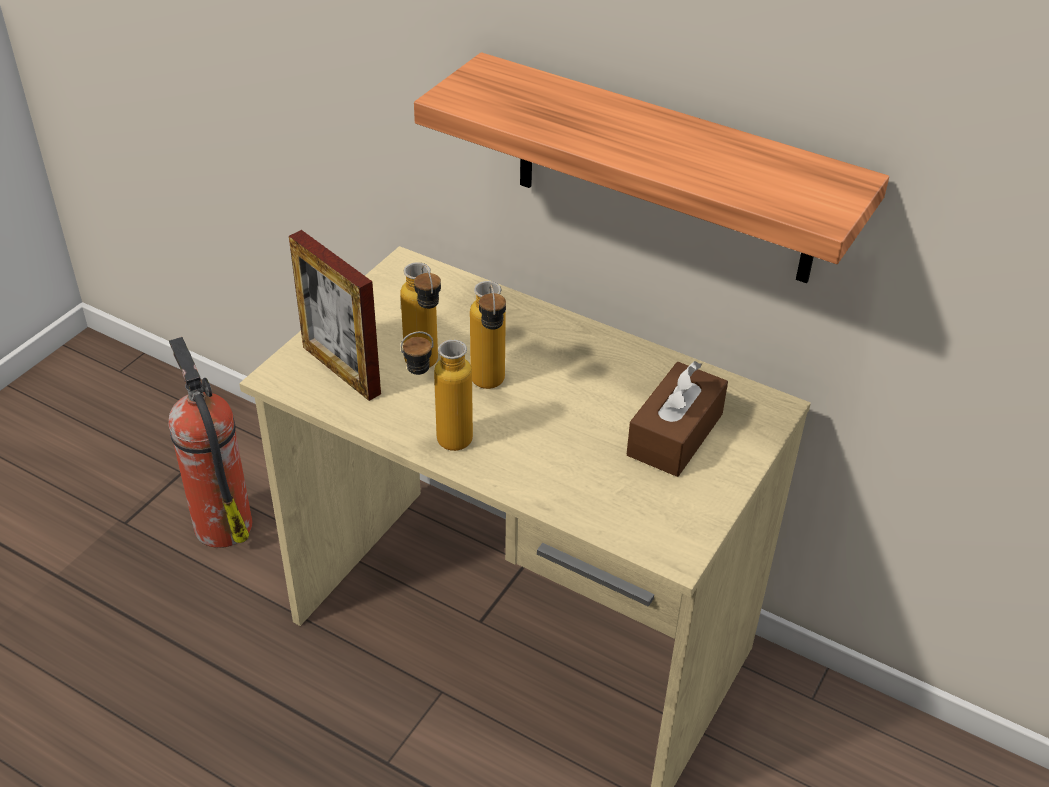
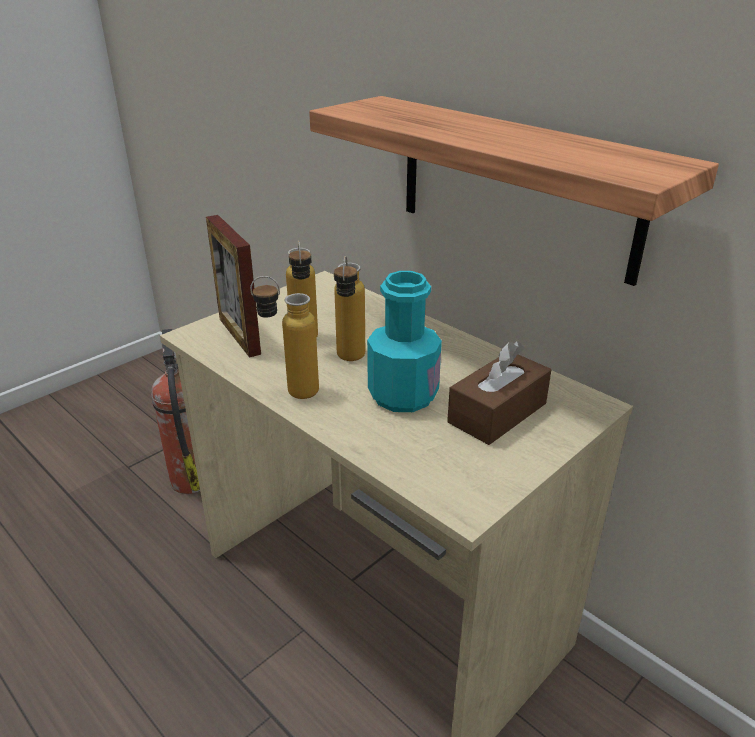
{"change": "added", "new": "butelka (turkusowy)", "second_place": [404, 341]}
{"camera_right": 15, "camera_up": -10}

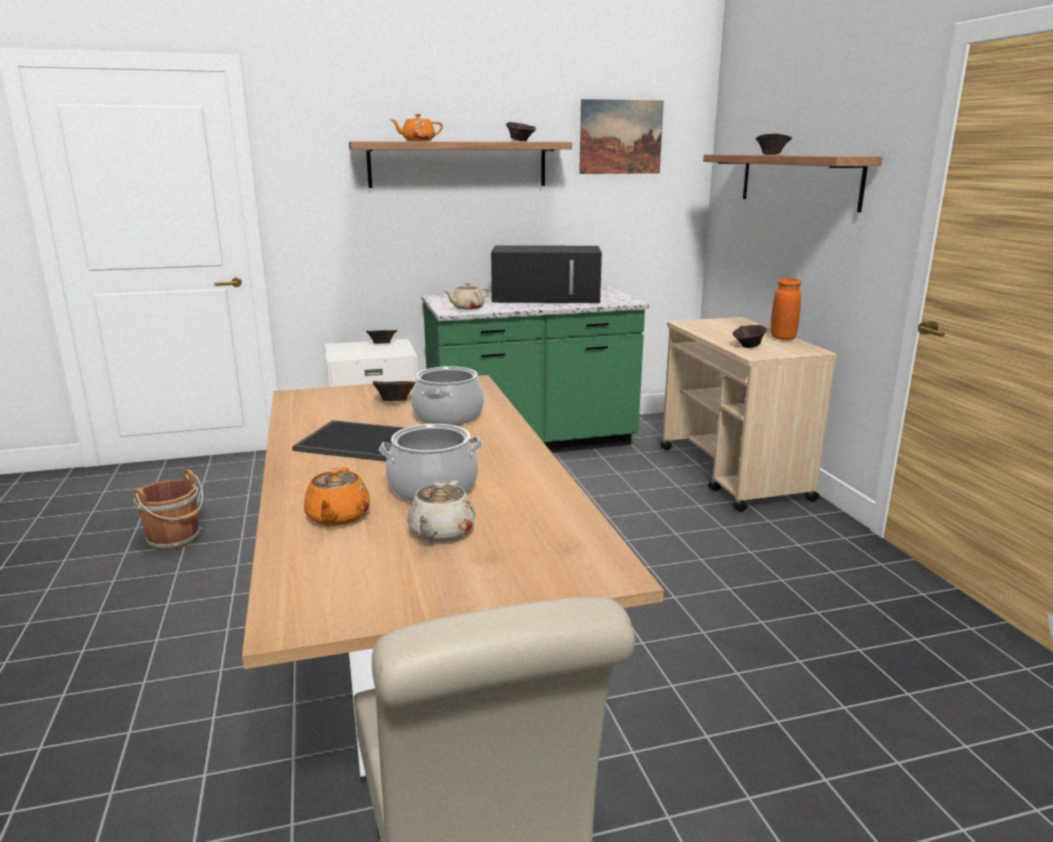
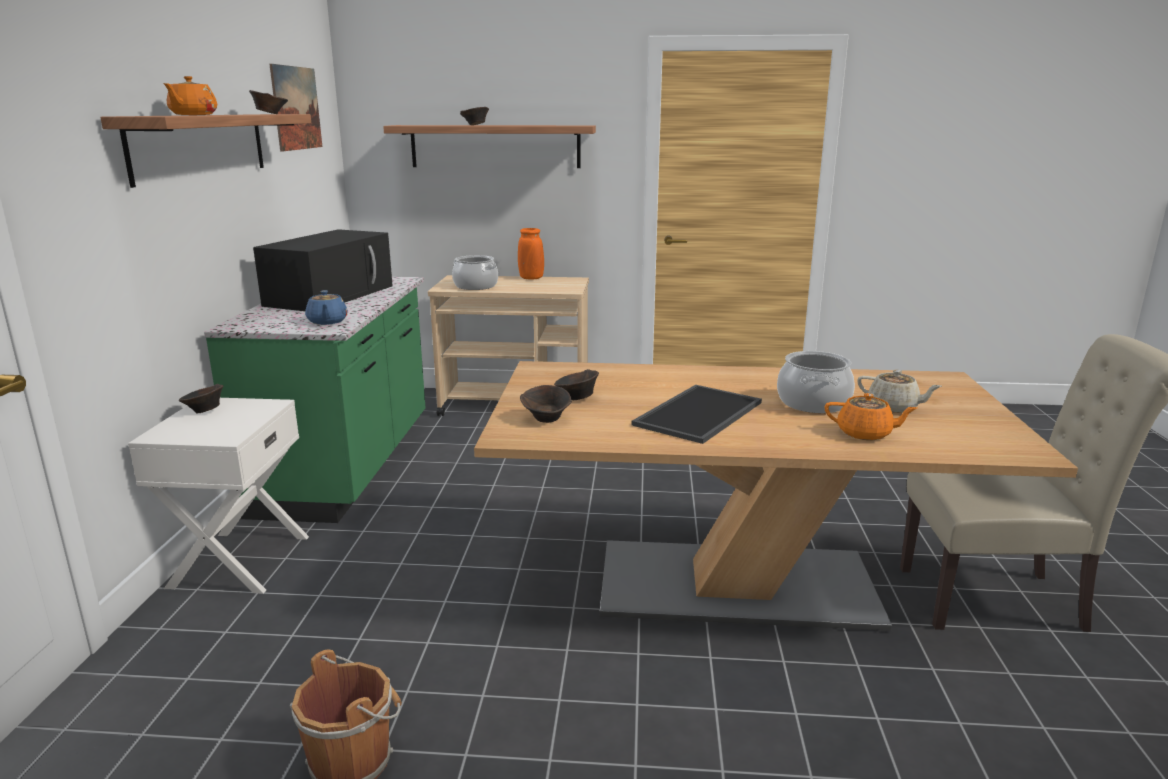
{"change": "moved", "old": "garnek", "first_place": [447, 395], "second_place": [475, 272]}
{"change": "moved", "old": "miska (brązowy)", "first_place": [750, 336], "second_place": [546, 404]}
{"change": "recoloured", "old": "imbryk (beżowy)", "new": "imbryk (niebieski)", "first_place": [467, 296], "second_place": [326, 307]}
{"camera_right": -70, "camera_up": 0}

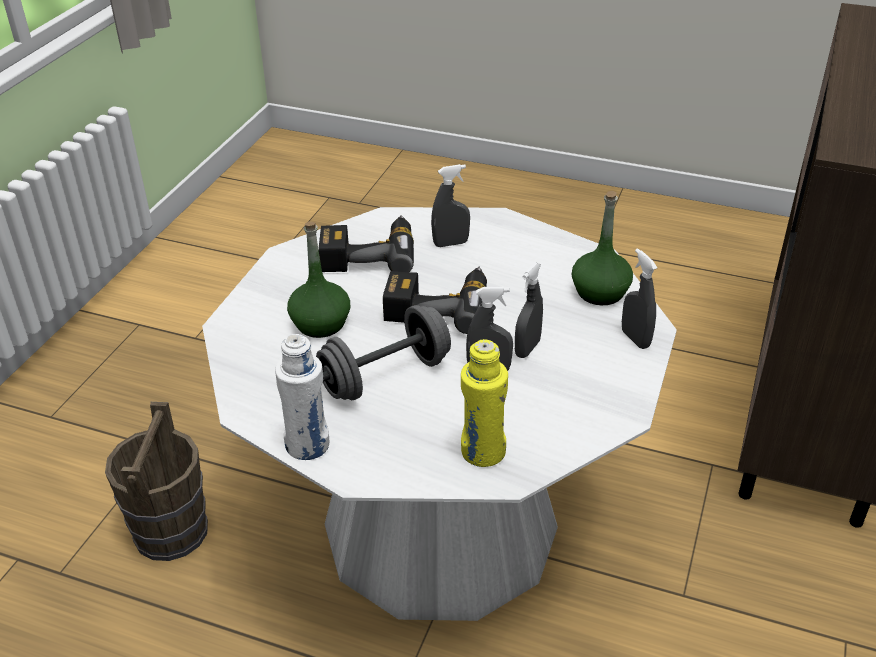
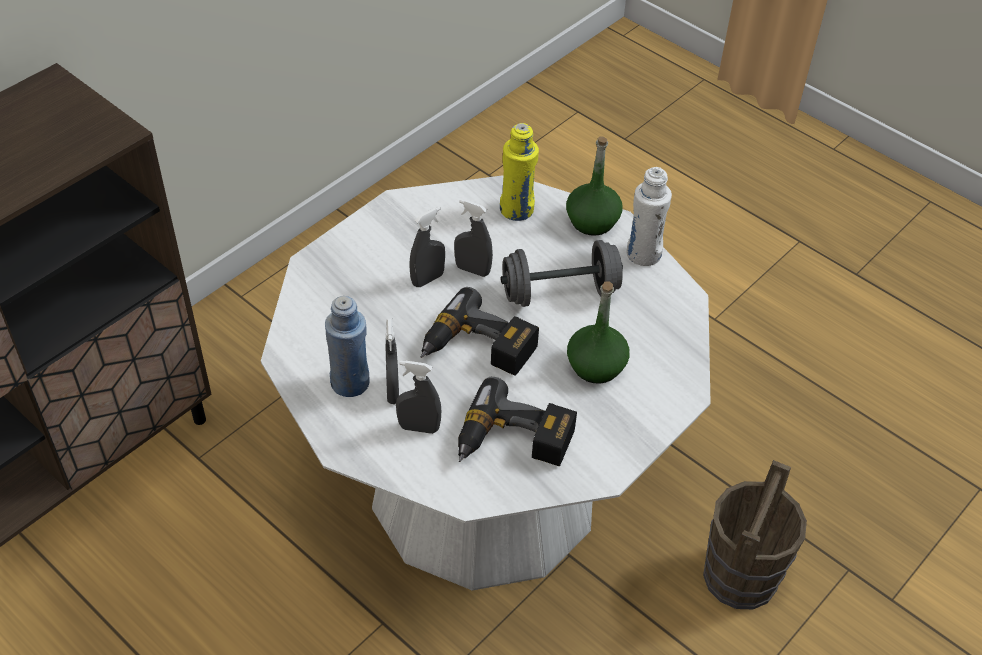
{"change": "added", "new": "butelka (niebieski)", "second_place": [347, 346]}
{"change": "moved", "old": "butelka (zielony)", "first_place": [602, 248], "second_place": [594, 186]}
{"change": "moved", "old": "spryskiwacz (szary)", "first_place": [639, 298], "second_place": [392, 361]}
{"camera_right": -160, "camera_up": 10}

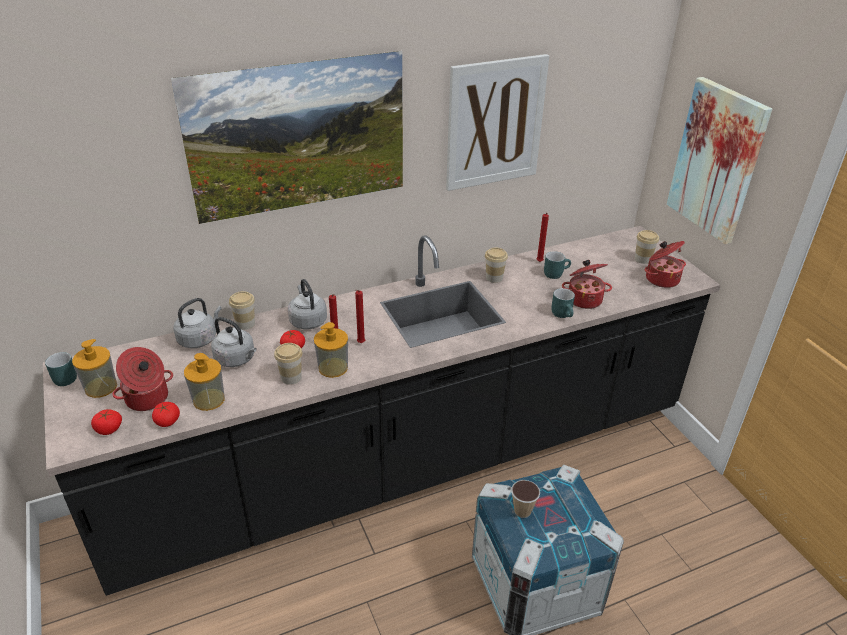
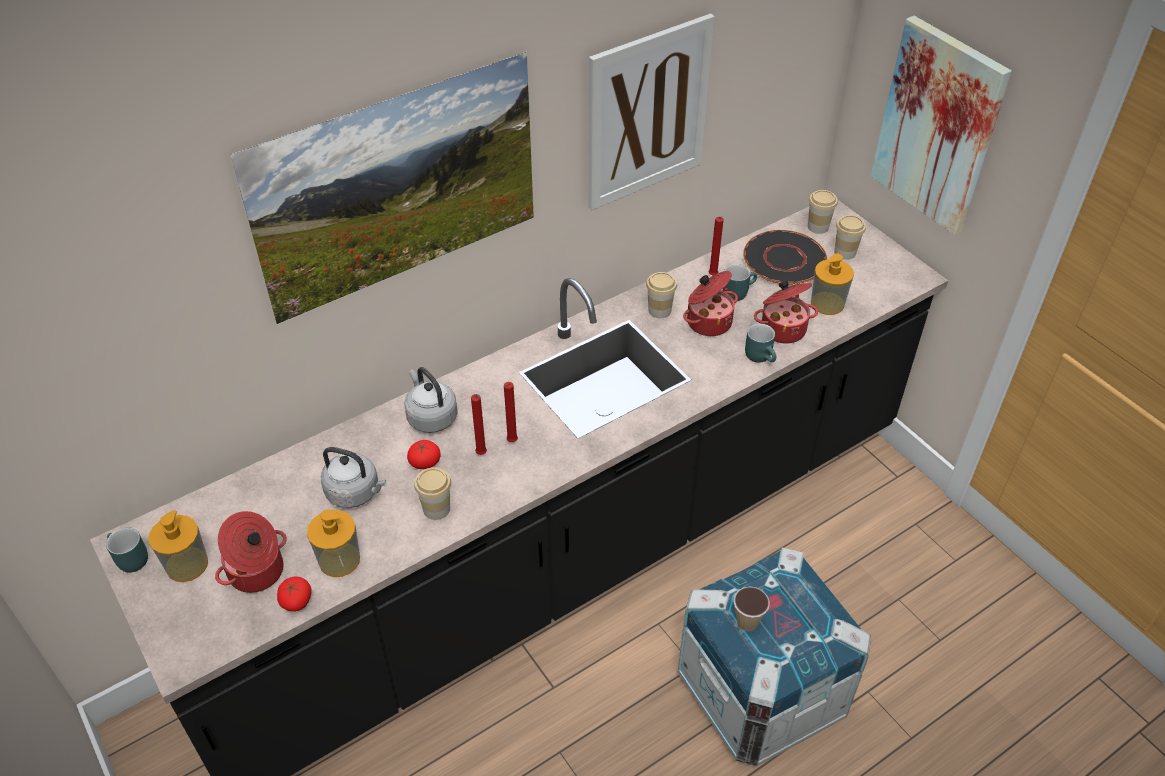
{"change": "removed", "old": "pomidor", "first_place": [106, 422]}
{"change": "removed", "old": "czajnik (szary)", "first_place": [197, 323]}
{"change": "added", "new": "talerz (czarny)", "second_place": [785, 257]}
{"change": "moved", "old": "filiżanka", "first_place": [242, 310], "second_place": [823, 212]}
{"change": "moved", "old": "dozownik mydła", "first_place": [331, 350], "second_place": [832, 284]}
{"change": "moved", "old": "garnek", "first_place": [665, 264], "second_place": [710, 303]}
{"camera_right": -10, "camera_up": 10}

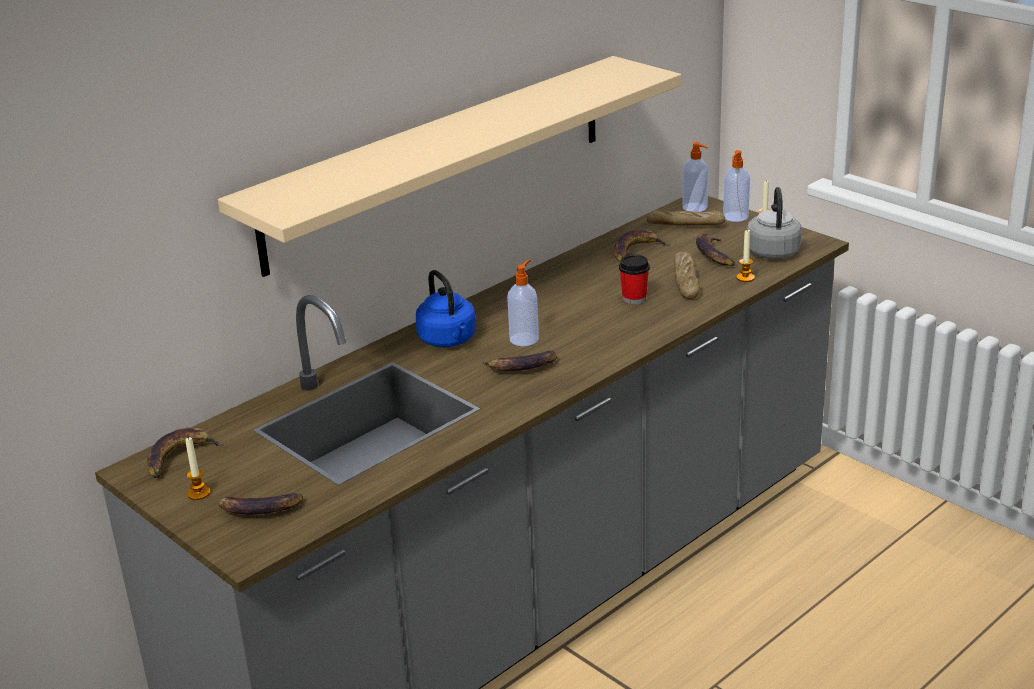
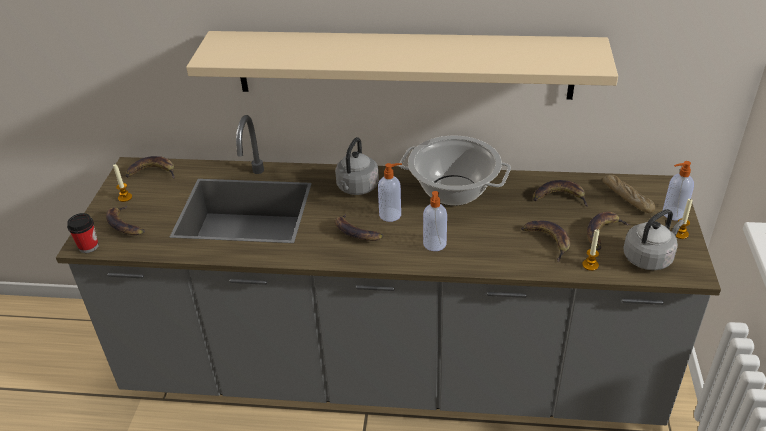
{"change": "added", "new": "garnek", "second_place": [455, 171]}
{"change": "moved", "old": "filiżanka", "first_place": [634, 279], "second_place": [83, 233]}
{"change": "moved", "old": "dozownik mydła", "first_place": [695, 177], "second_place": [435, 221]}
{"change": "replaced", "old": "chleb", "new": "banan", "first_place": [687, 275], "second_place": [546, 241]}
{"change": "recoloured", "old": "czajnik (niebieski)", "new": "czajnik (szary)", "first_place": [446, 308], "second_place": [357, 166]}
{"camera_right": 50, "camera_up": 10}

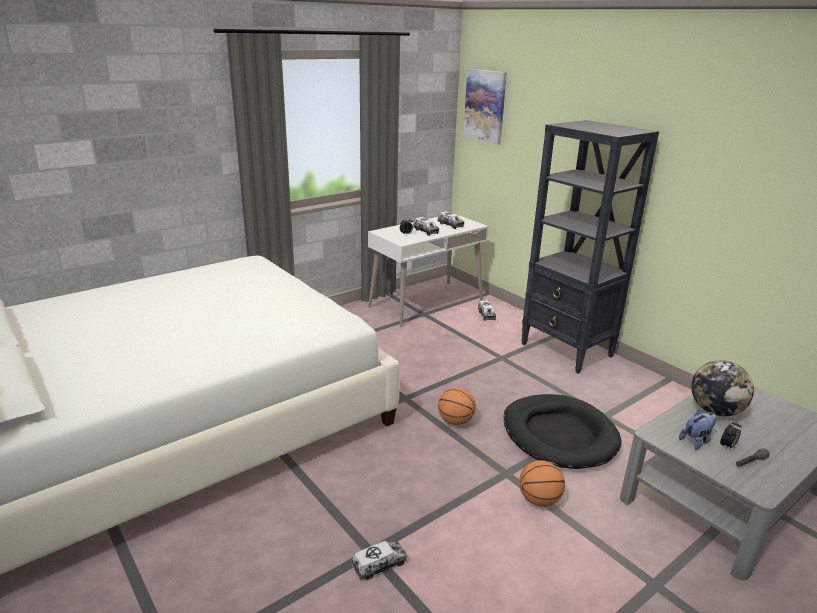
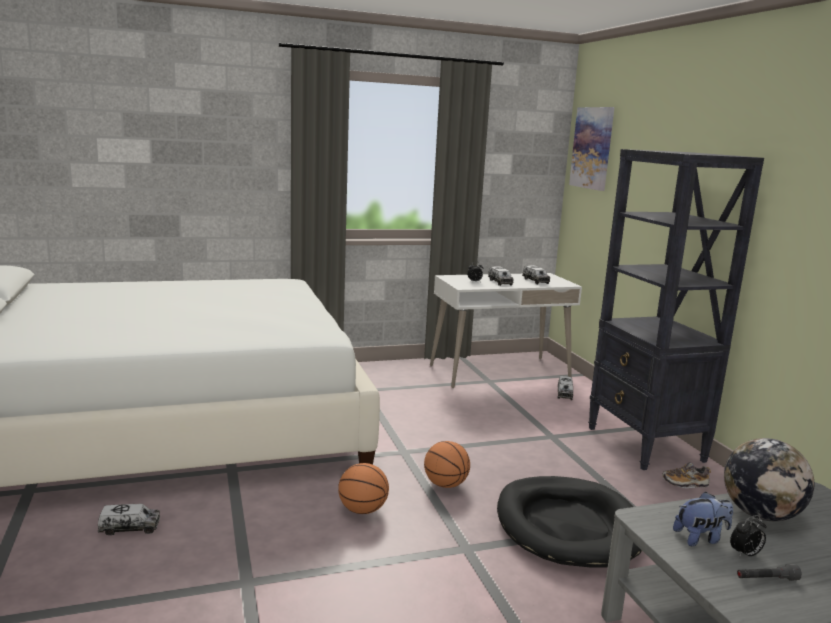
{"change": "added", "new": "but", "second_place": [686, 475]}
{"change": "moved", "old": "ciężarówka zabawkowa", "first_place": [379, 560], "second_place": [129, 519]}
{"change": "moved", "old": "piłka do koszykówki", "first_place": [542, 483], "second_place": [363, 488]}
{"camera_right": 20, "camera_up": -10}

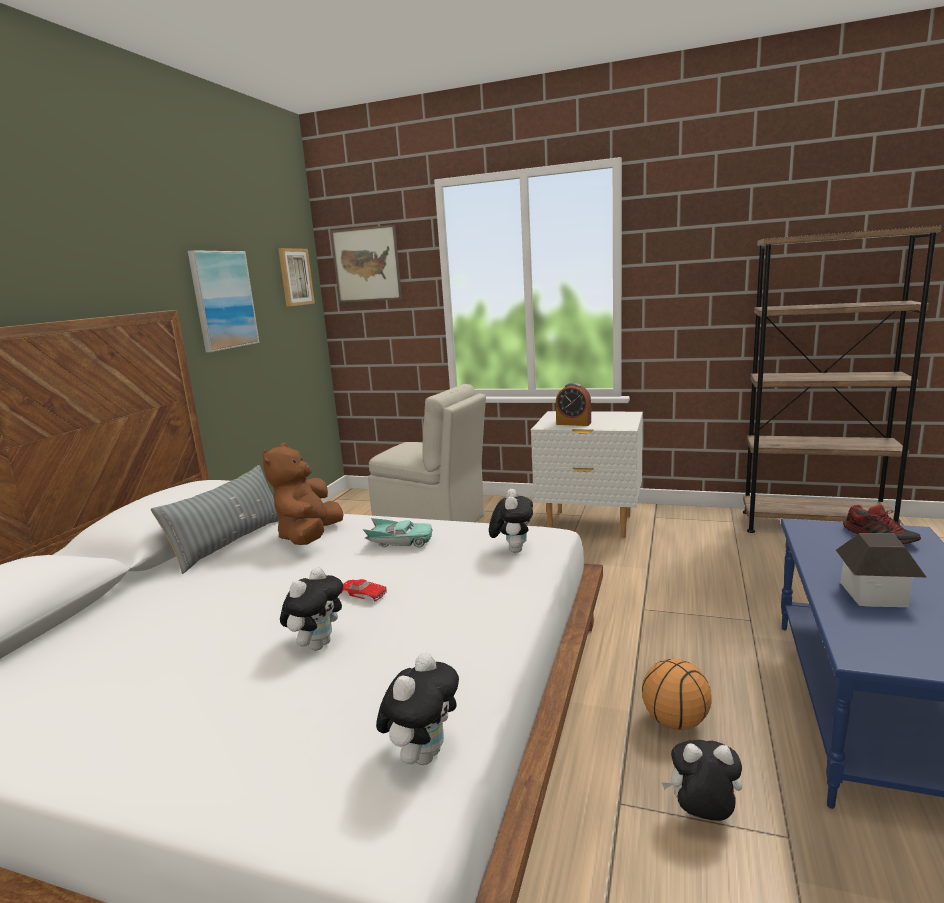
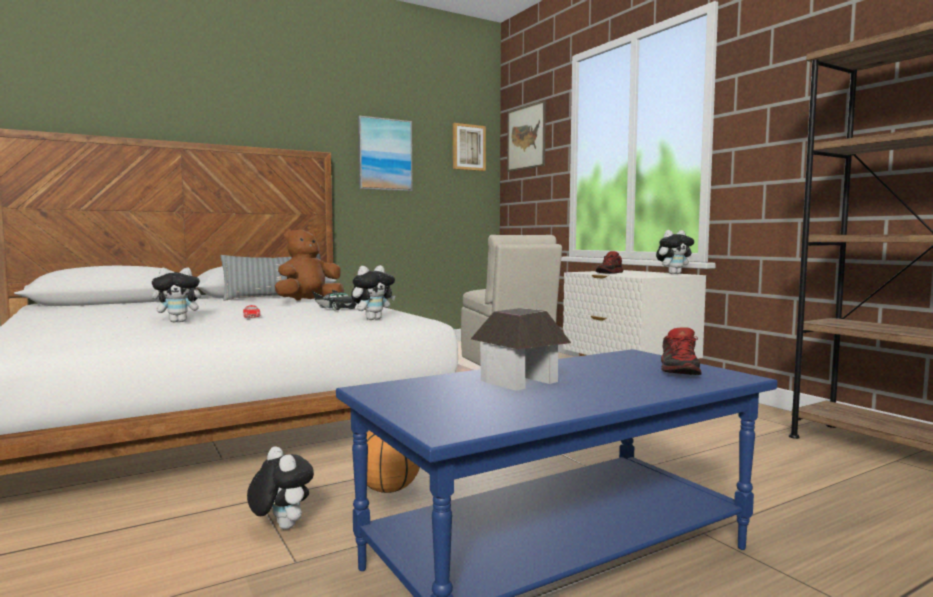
{"change": "moved", "old": "pluszak", "first_place": [417, 709], "second_place": [675, 252]}
{"change": "replaced", "old": "budzik", "new": "but", "first_place": [573, 404], "second_place": [609, 262]}
{"change": "recoloured", "old": "samochodzik (turkusowy)", "new": "samochodzik (czarny)", "first_place": [397, 532], "second_place": [334, 300]}
{"camera_right": 40, "camera_up": -10}

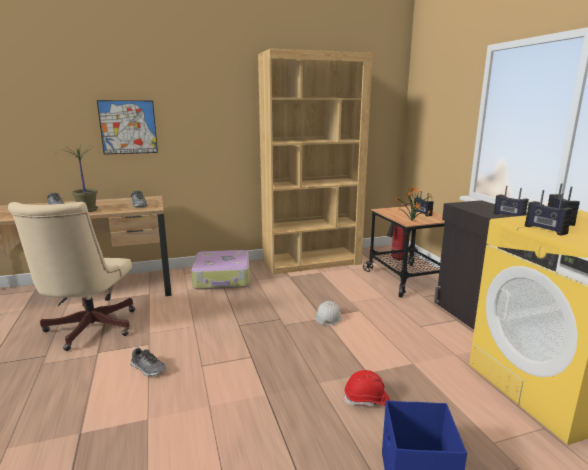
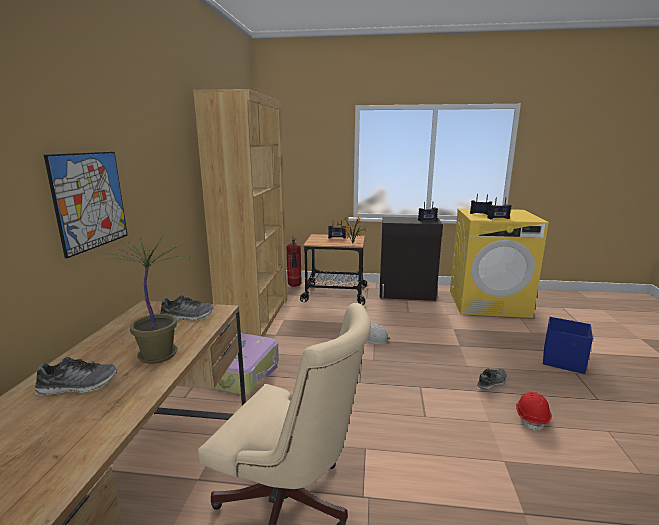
{"change": "moved", "old": "but", "first_place": [149, 362], "second_place": [492, 380]}
{"change": "moved", "old": "kask (czerwony)", "first_place": [367, 388], "second_place": [534, 412]}
{"camera_right": -65, "camera_up": 0}

